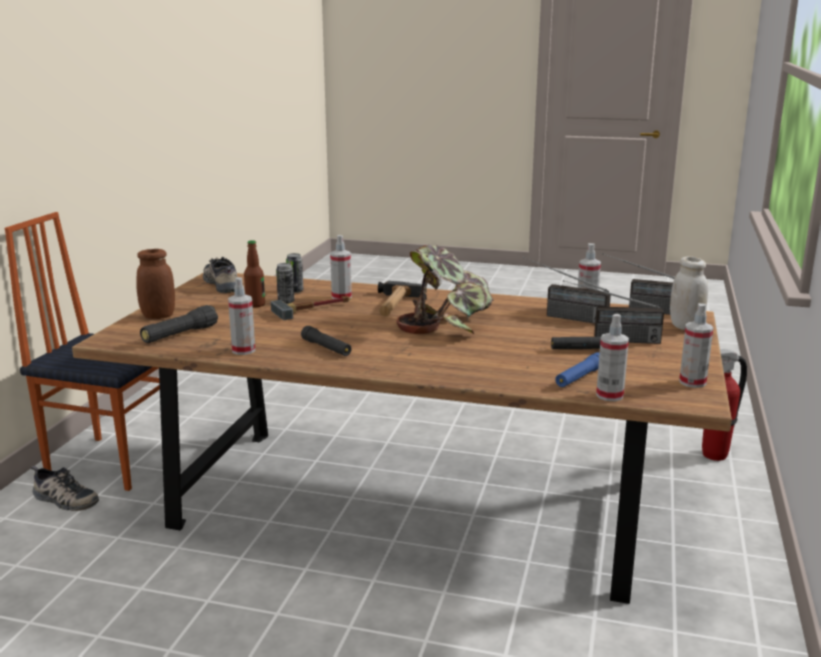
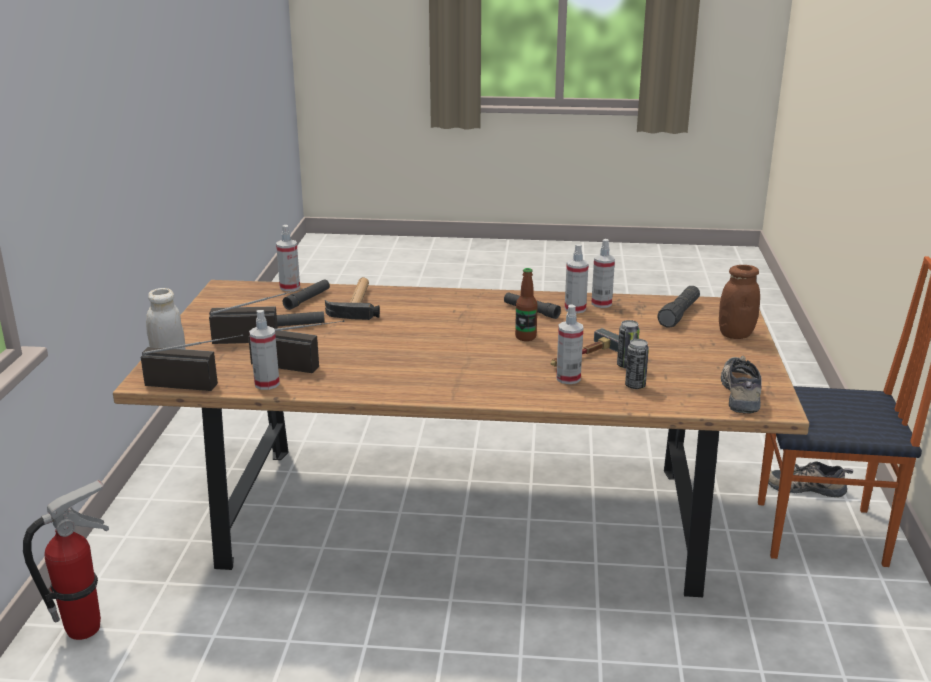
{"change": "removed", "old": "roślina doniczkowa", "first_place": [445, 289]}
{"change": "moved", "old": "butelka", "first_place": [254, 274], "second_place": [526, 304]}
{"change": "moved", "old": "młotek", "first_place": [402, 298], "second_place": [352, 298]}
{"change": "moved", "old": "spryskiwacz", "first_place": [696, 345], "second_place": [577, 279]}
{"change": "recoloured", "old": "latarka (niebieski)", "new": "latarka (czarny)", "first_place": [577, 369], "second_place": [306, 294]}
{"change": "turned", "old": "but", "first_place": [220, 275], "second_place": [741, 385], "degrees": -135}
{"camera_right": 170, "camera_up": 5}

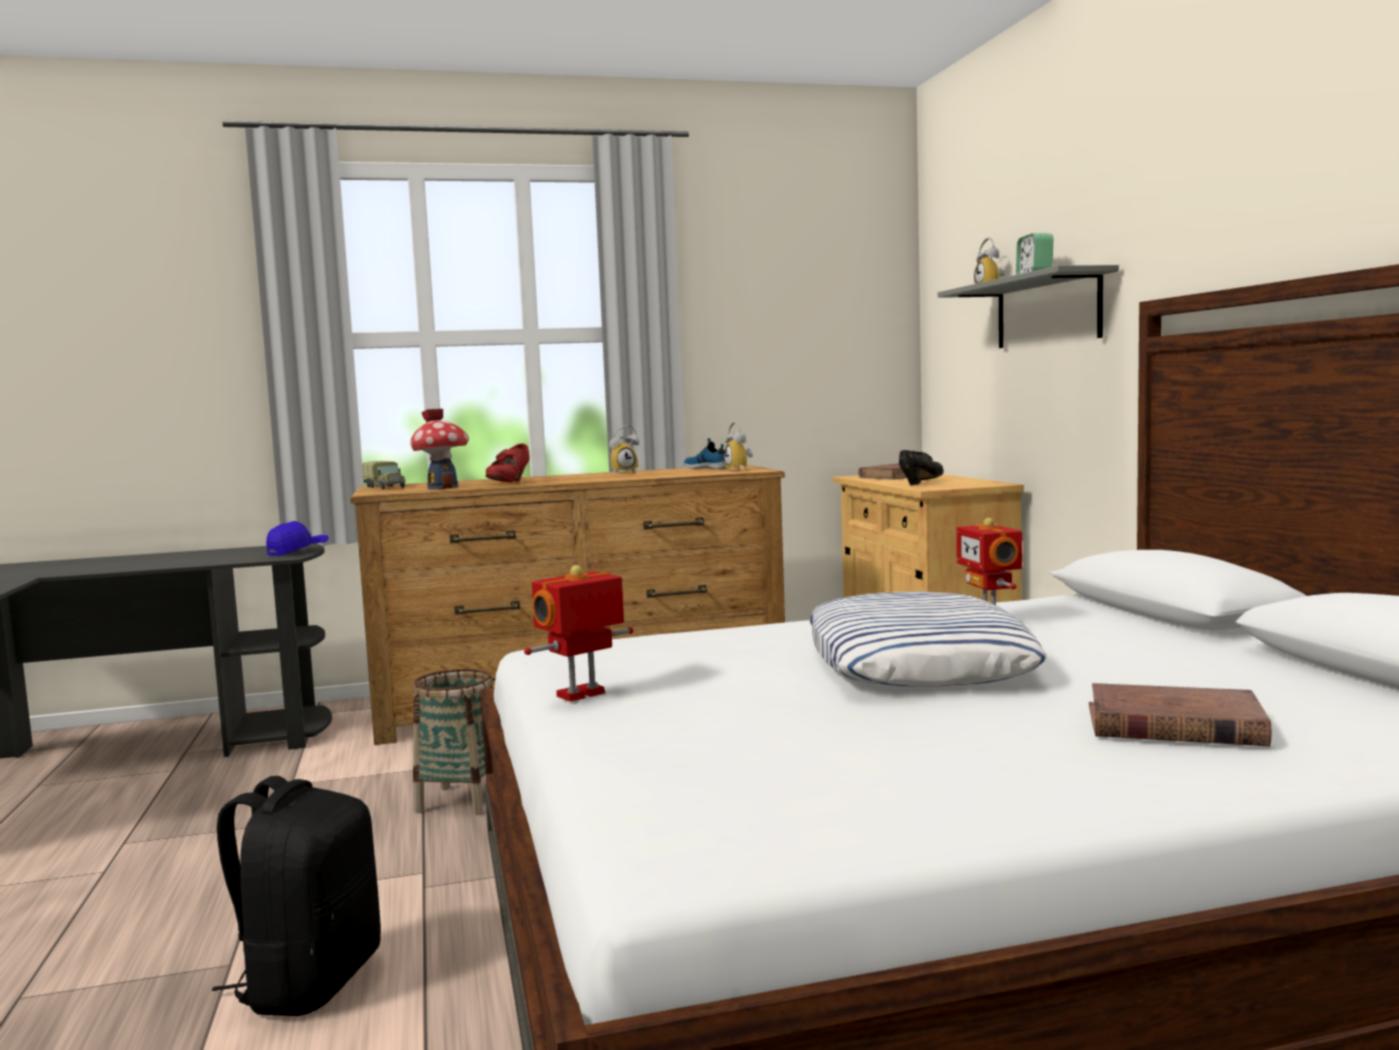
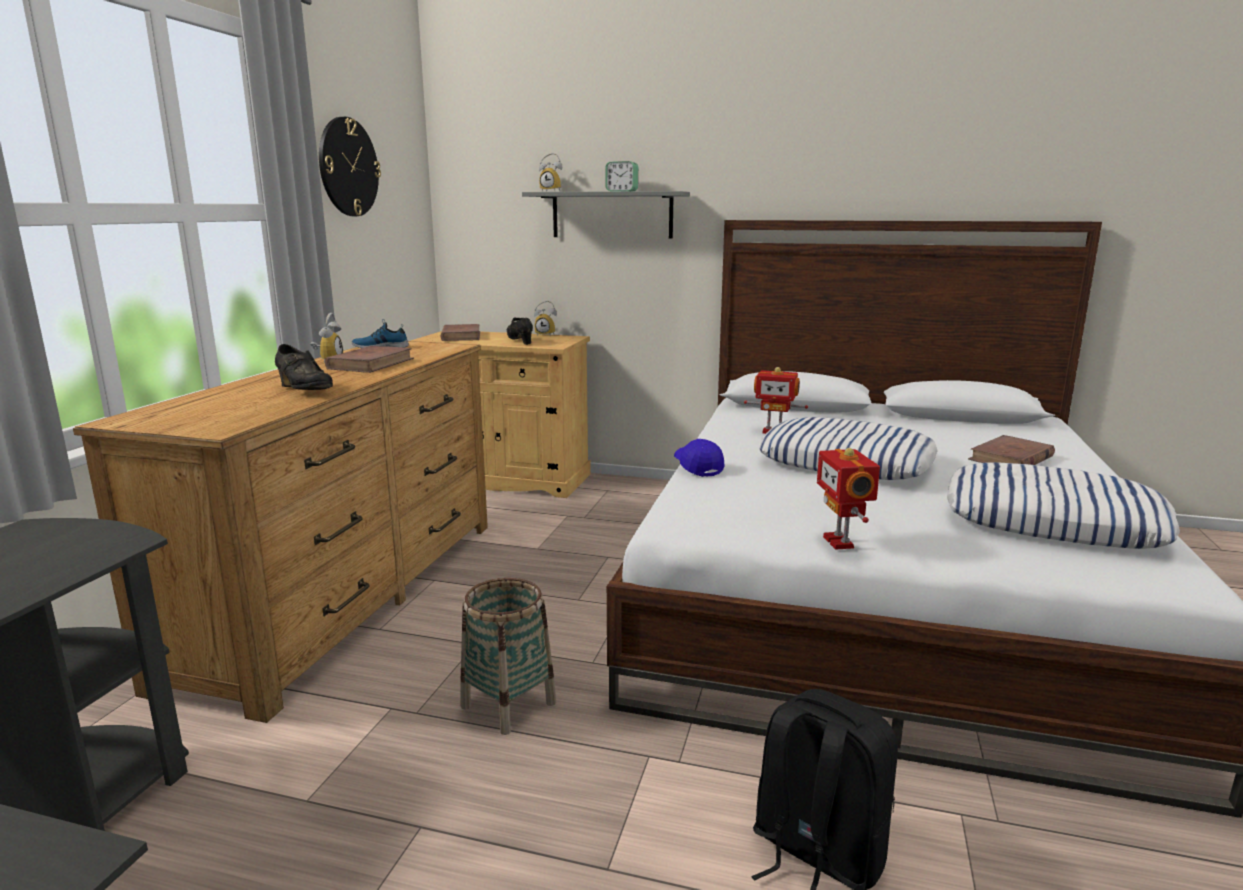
{"change": "removed", "old": "ciężarówka zabawkowa", "first_place": [384, 475]}
{"change": "removed", "old": "domek", "first_place": [439, 449]}
{"change": "added", "new": "zegar ścienny", "second_place": [350, 166]}
{"change": "added", "new": "książka (brązowy)", "second_place": [369, 359]}
{"change": "added", "new": "poduszka", "second_place": [1063, 505]}
{"change": "moved", "old": "czapka z daszkiem (niebieski)", "first_place": [297, 538], "second_place": [699, 458]}
{"change": "moved", "old": "budzik", "first_place": [738, 446], "second_place": [545, 318]}
{"change": "recoloured", "old": "but (czerwony)", "new": "but (czarny)", "first_place": [507, 462], "second_place": [304, 367]}
{"camera_right": -60, "camera_up": 10}

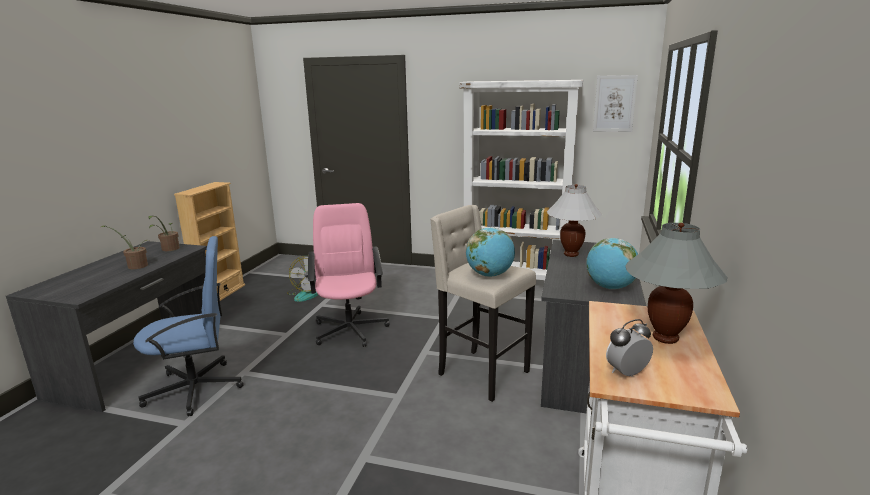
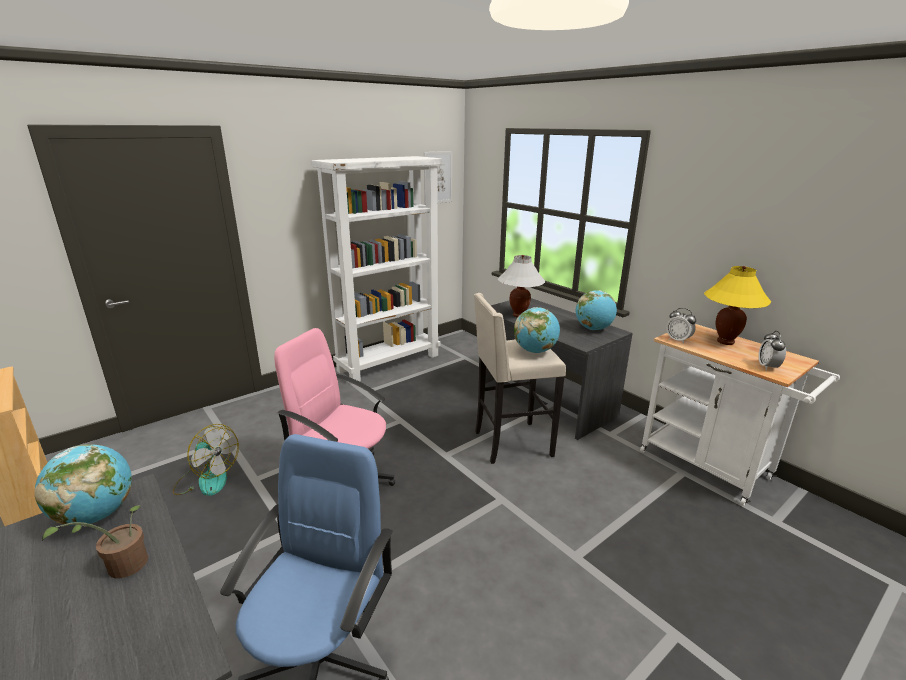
{"change": "added", "new": "budzik", "second_place": [681, 326]}
{"change": "replaced", "old": "roślina doniczkowa", "new": "globus", "first_place": [164, 233], "second_place": [83, 485]}
{"change": "recoloured", "old": "lampa stołowa (szary)", "new": "lampa stołowa (żółty)", "first_place": [676, 283], "second_place": [737, 305]}
{"camera_right": -55, "camera_up": 5}

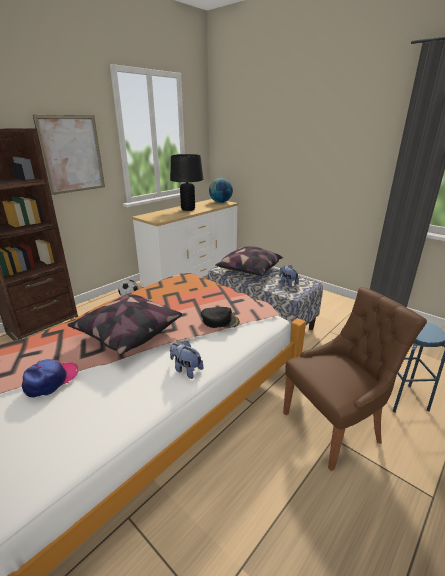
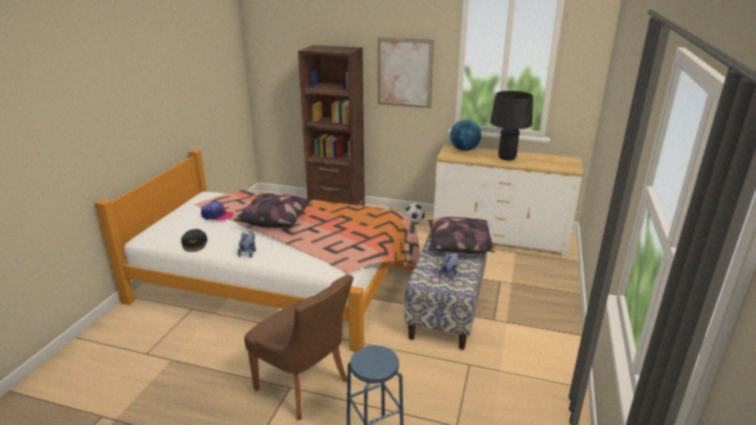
{"change": "moved", "old": "czapka z daszkiem (czarny)", "first_place": [220, 317], "second_place": [194, 240]}
{"change": "moved", "old": "globus", "first_place": [221, 190], "second_place": [466, 135]}
{"camera_right": 65, "camera_up": 0}

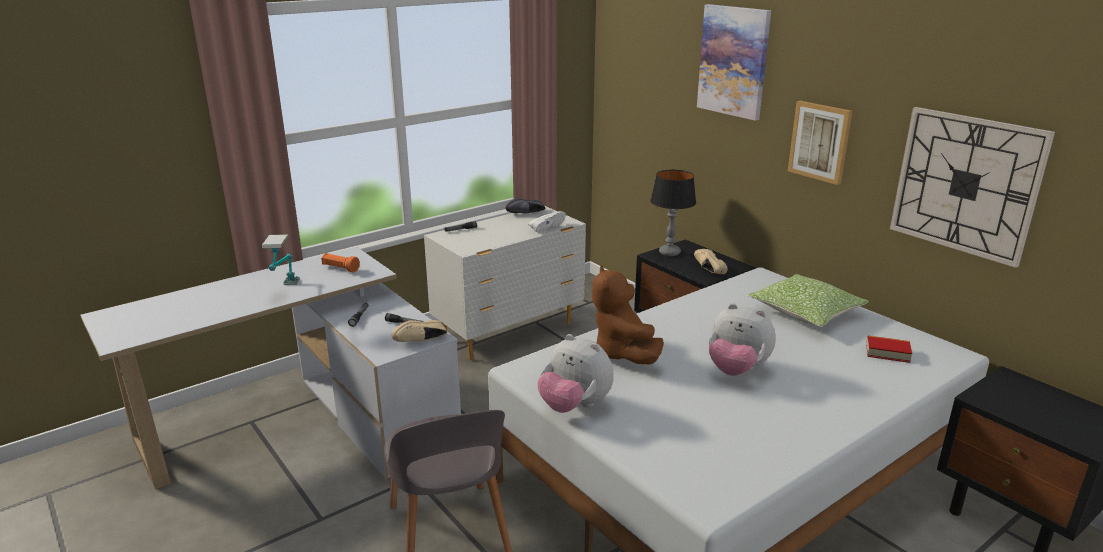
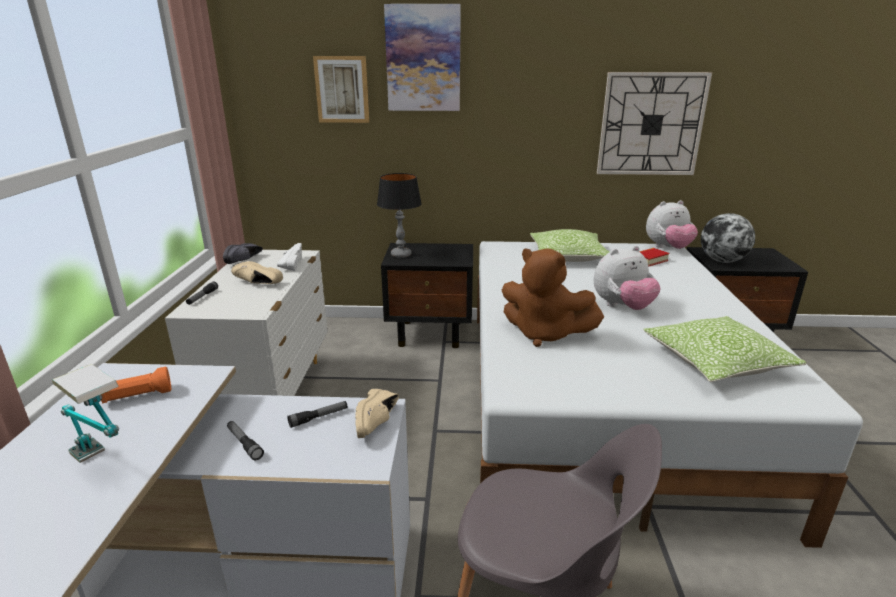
{"change": "added", "new": "poduszka", "second_place": [724, 349]}
{"change": "added", "new": "globus", "second_place": [728, 238]}
{"change": "moved", "old": "pluszak", "first_place": [576, 373], "second_place": [672, 224]}
{"change": "moved", "old": "but (beżowy)", "first_place": [711, 261], "second_place": [257, 272]}
{"change": "moved", "old": "obraz", "first_place": [820, 143], "second_place": [341, 89]}
{"camera_right": -50, "camera_up": 0}

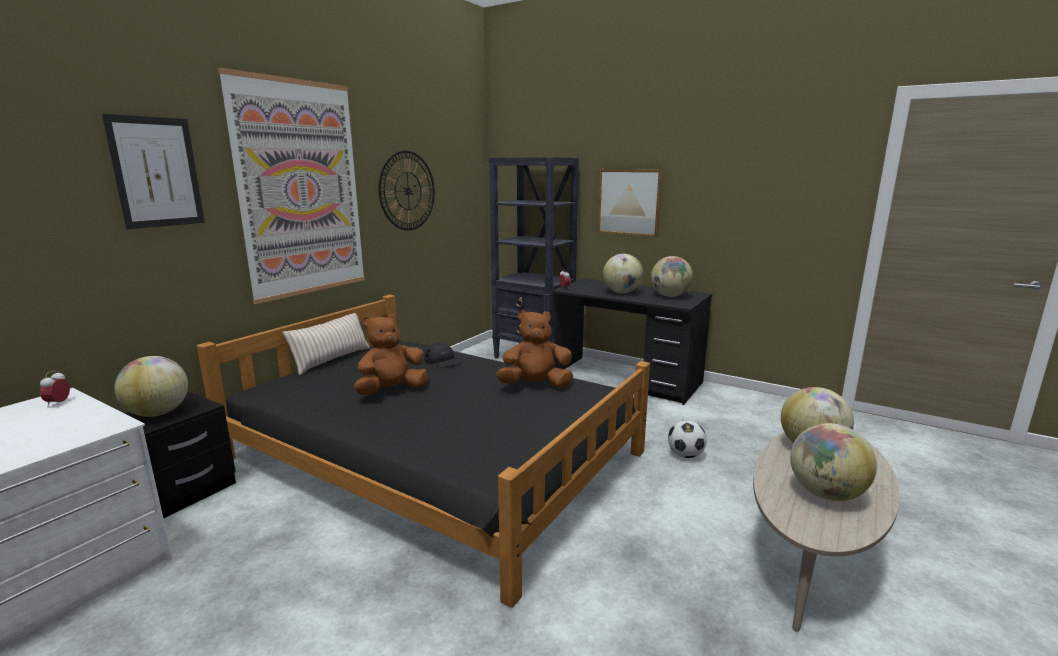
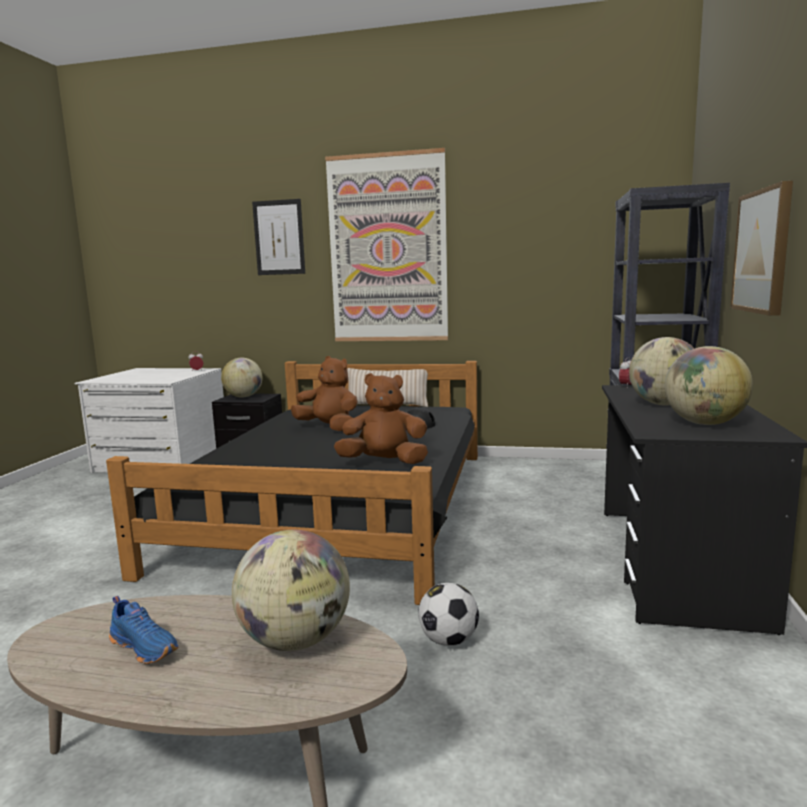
{"change": "removed", "old": "zegar ścienny", "first_place": [407, 191]}
{"change": "replaced", "old": "globus", "new": "but (niebieski)", "first_place": [833, 462], "second_place": [144, 630]}
{"change": "turned", "old": "pluszak (brązowy)", "first_place": [534, 348], "second_place": [381, 418], "degrees": -60}
{"camera_right": 70, "camera_up": -5}

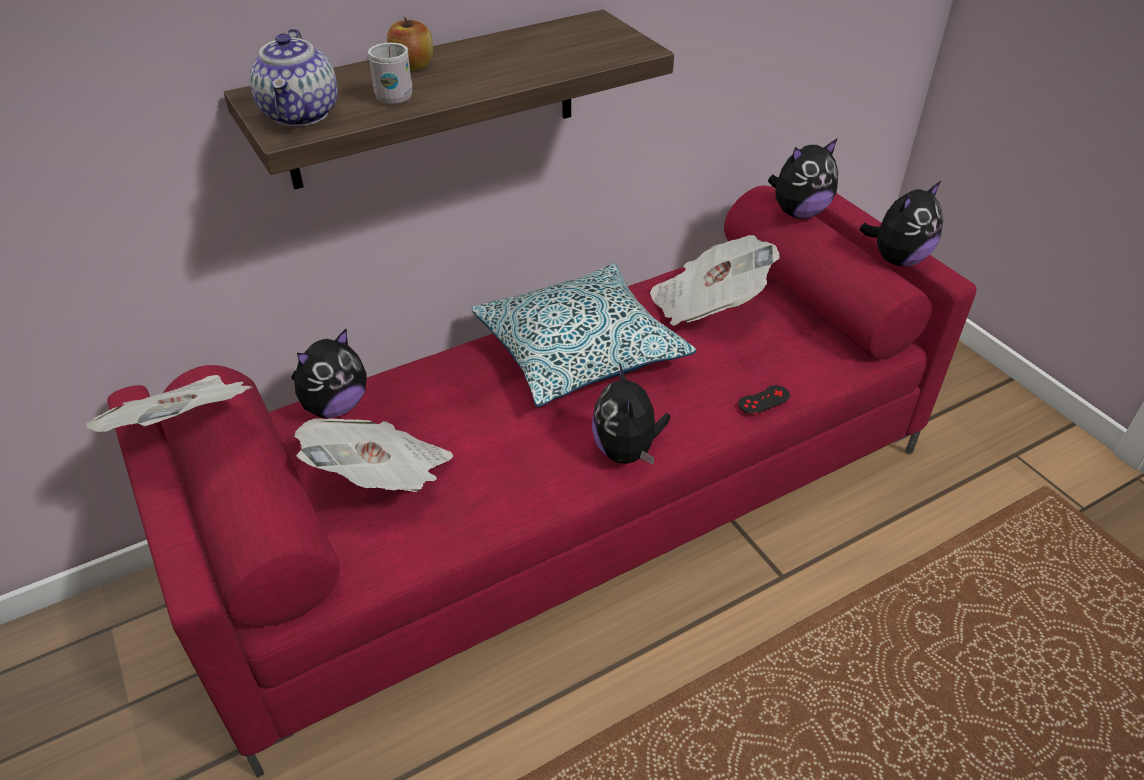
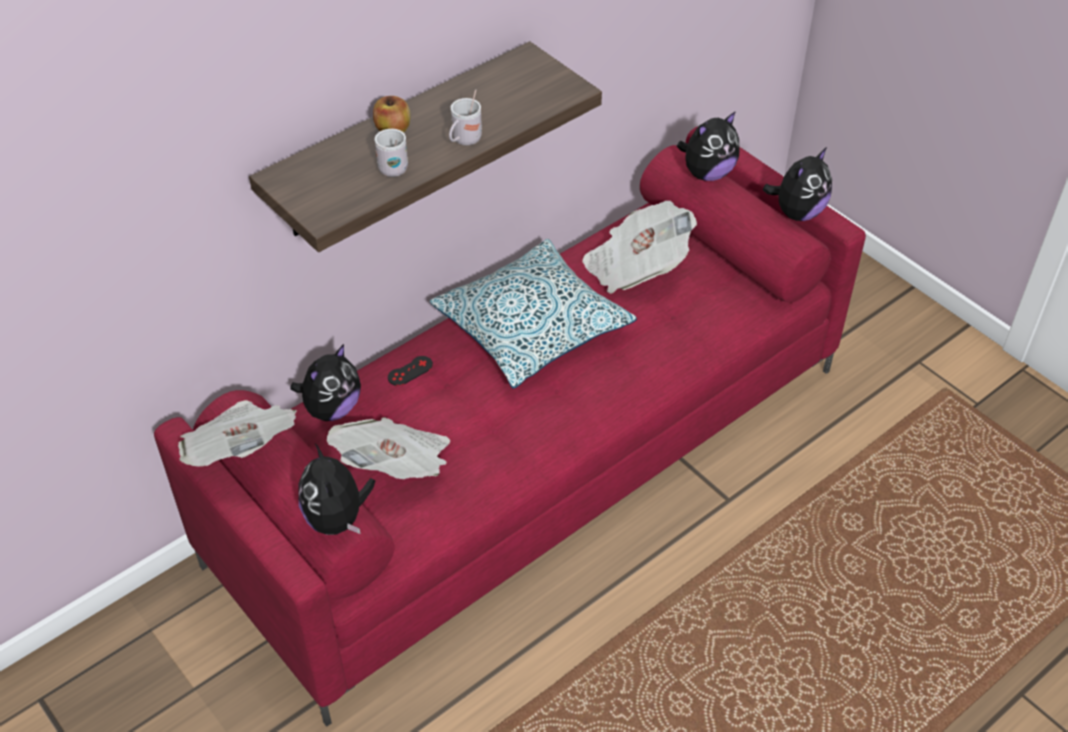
{"change": "removed", "old": "imbryk", "first_place": [293, 77]}
{"change": "added", "new": "kubek (biały)", "second_place": [465, 117]}
{"change": "moved", "old": "pluszak", "first_place": [631, 414], "second_place": [336, 489]}
{"change": "moved", "old": "pad do gier (czarny)", "first_place": [764, 399], "second_place": [410, 371]}
{"camera_right": -10, "camera_up": 5}

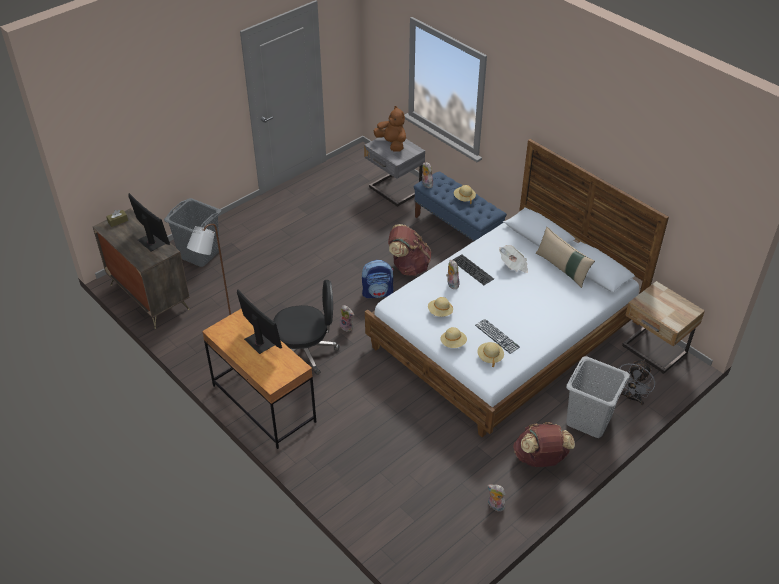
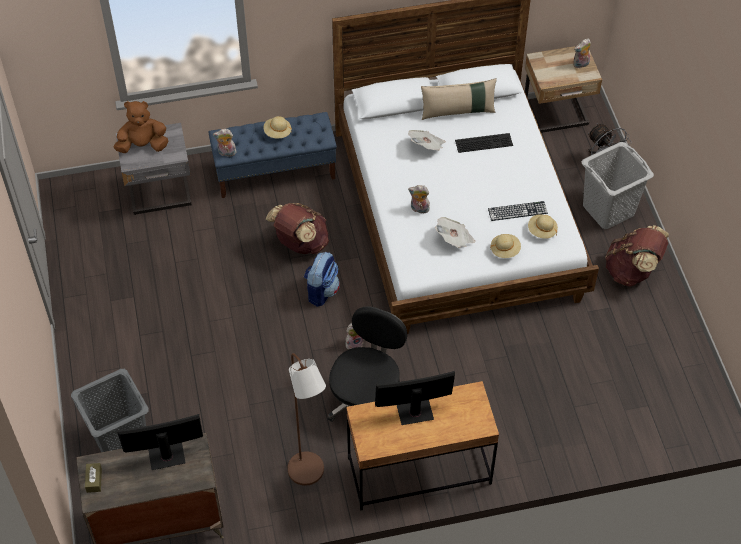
{"change": "moved", "old": "klawiatura", "first_place": [473, 269], "second_place": [484, 143]}
{"change": "moved", "old": "pluszak", "first_place": [496, 498], "second_place": [582, 53]}
{"change": "replaced", "old": "kapelusz (beżowy)", "new": "gazeta", "first_place": [440, 307], "second_place": [455, 232]}
{"camera_right": -60, "camera_up": 10}

